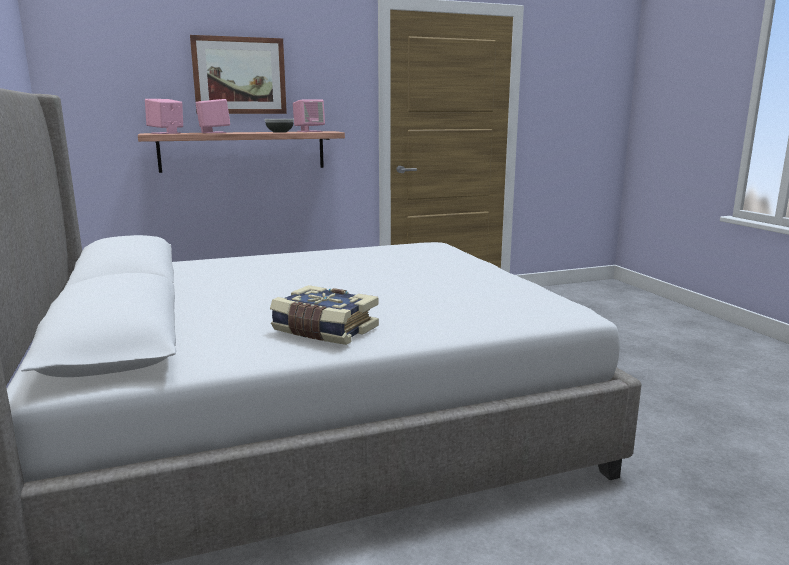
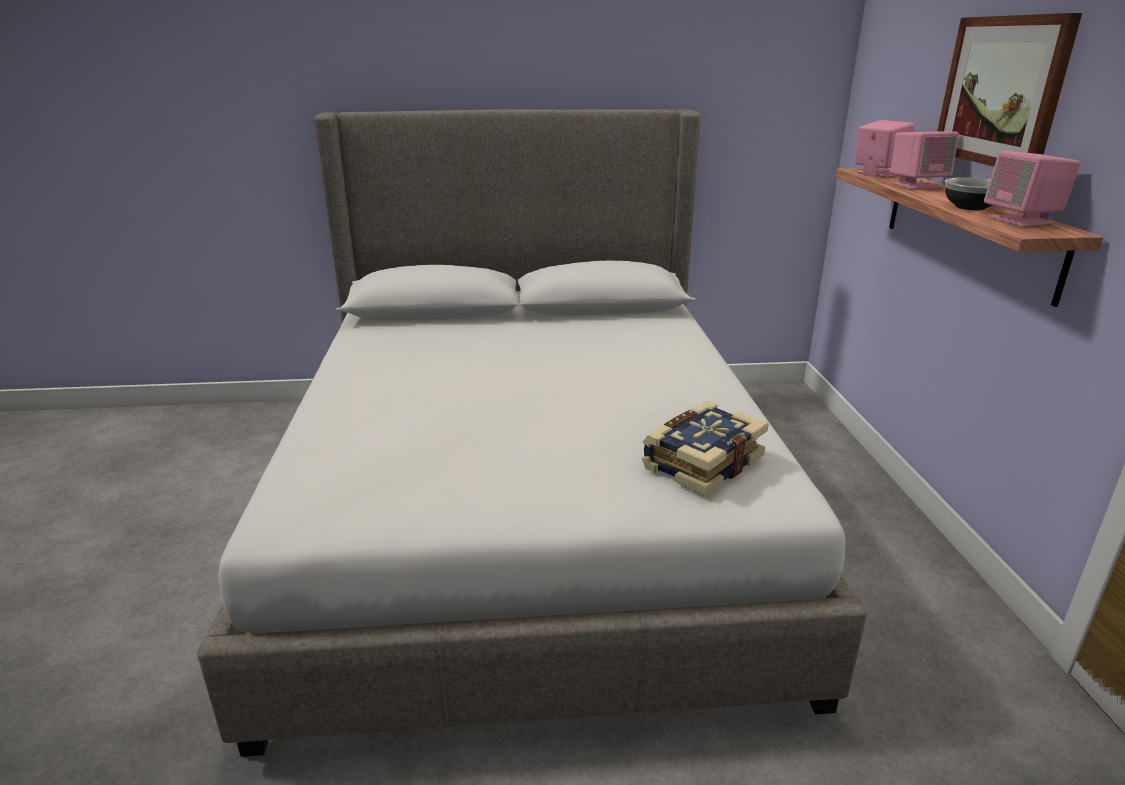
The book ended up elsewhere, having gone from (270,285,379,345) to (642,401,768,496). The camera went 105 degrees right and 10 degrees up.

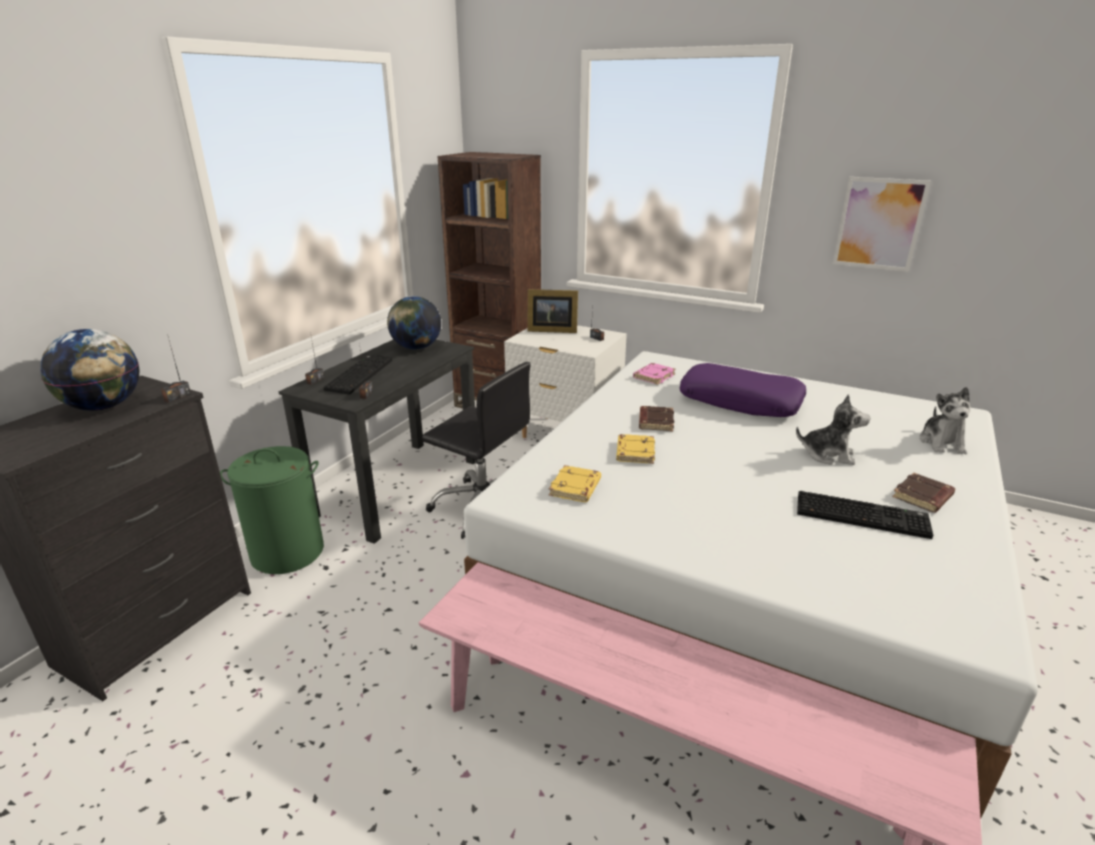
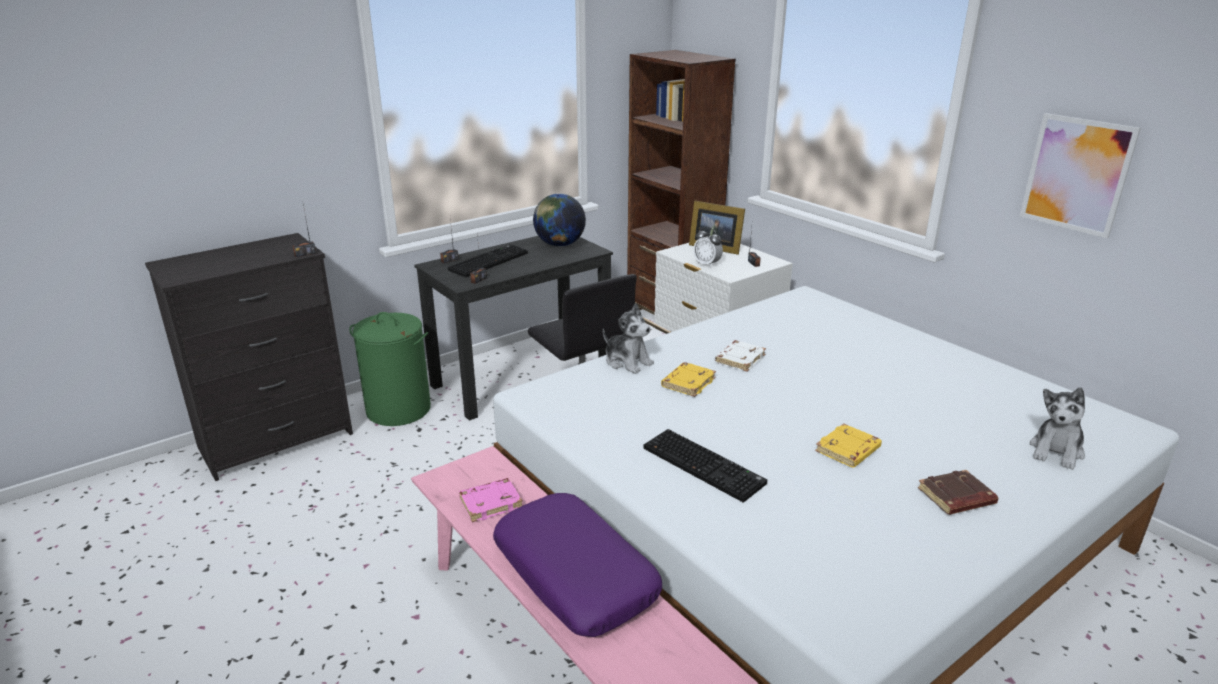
The second view lost the globe at (41,329,140,411). The pink book ended up elsewhere, having gone from (633,363,676,385) to (459,478,523,522). The purple pillow ended up elsewhere, having gone from (680,363,806,417) to (493,493,662,637). The plush toy ended up elsewhere, having gone from (796,394,871,465) to (603,303,654,374). What was the brown book at (639,406,674,431) turned into the white book at (715,340,766,371). The yellow book ended up elsewhere, having gone from (549,465,601,502) to (815,423,882,468). The keyboard ended up elsewhere, having gone from (797,491,933,539) to (644,429,767,502). The second view gained the alarm clock at (693,227,723,268). The camera went 25 degrees right and 0 degrees up.

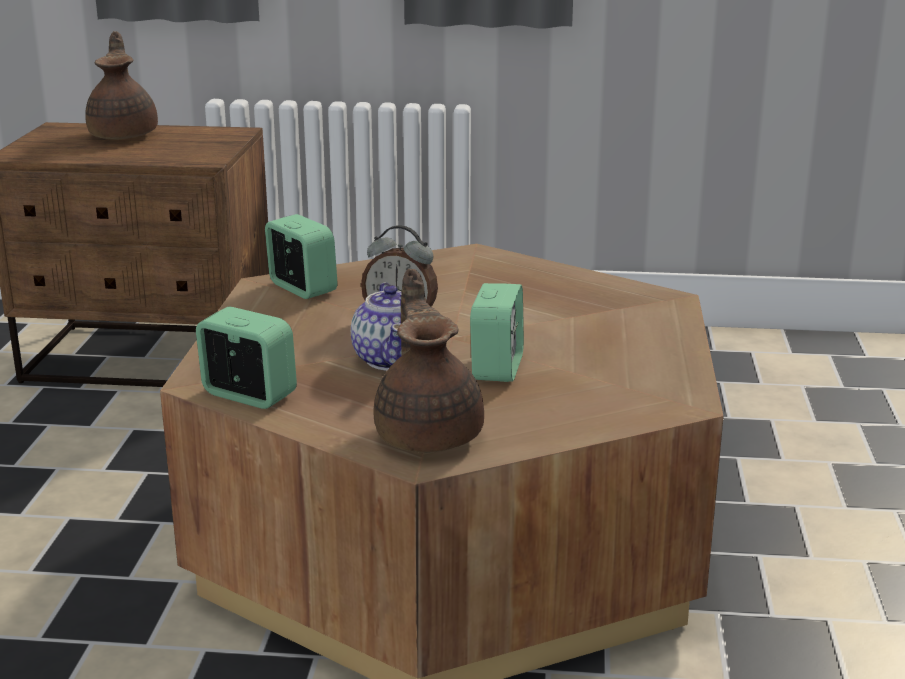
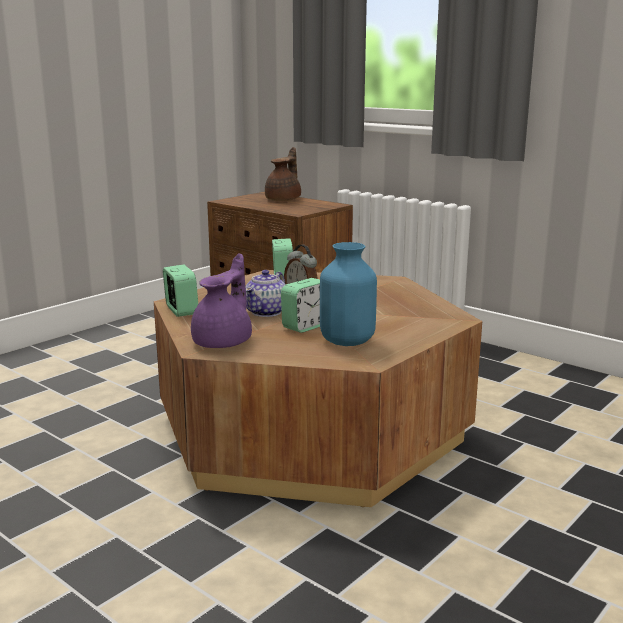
What was the brown teapot at (373,269,484,453) turned into the purple teapot at (191,253,252,348). The second view gained the blue vase at (320,242,377,346). The camera went 35 degrees right and 5 degrees down.

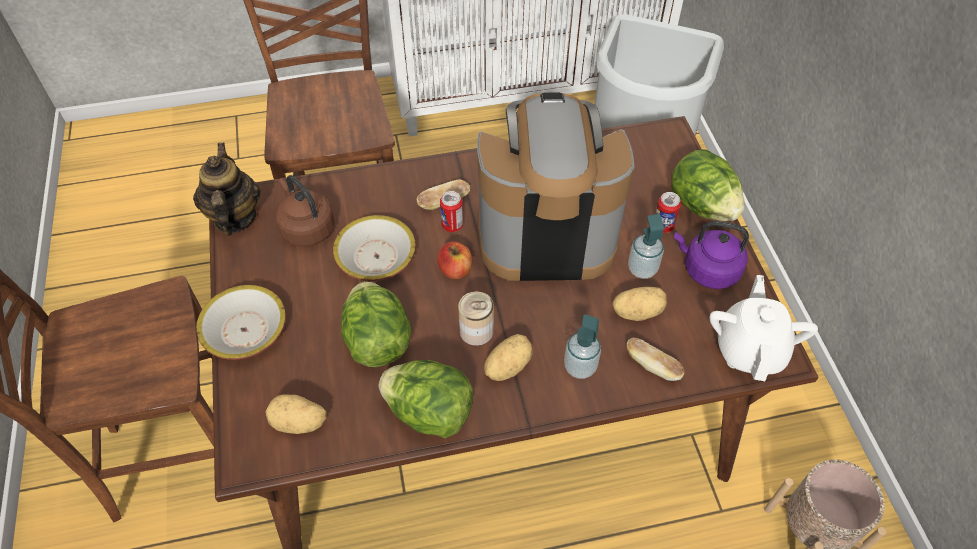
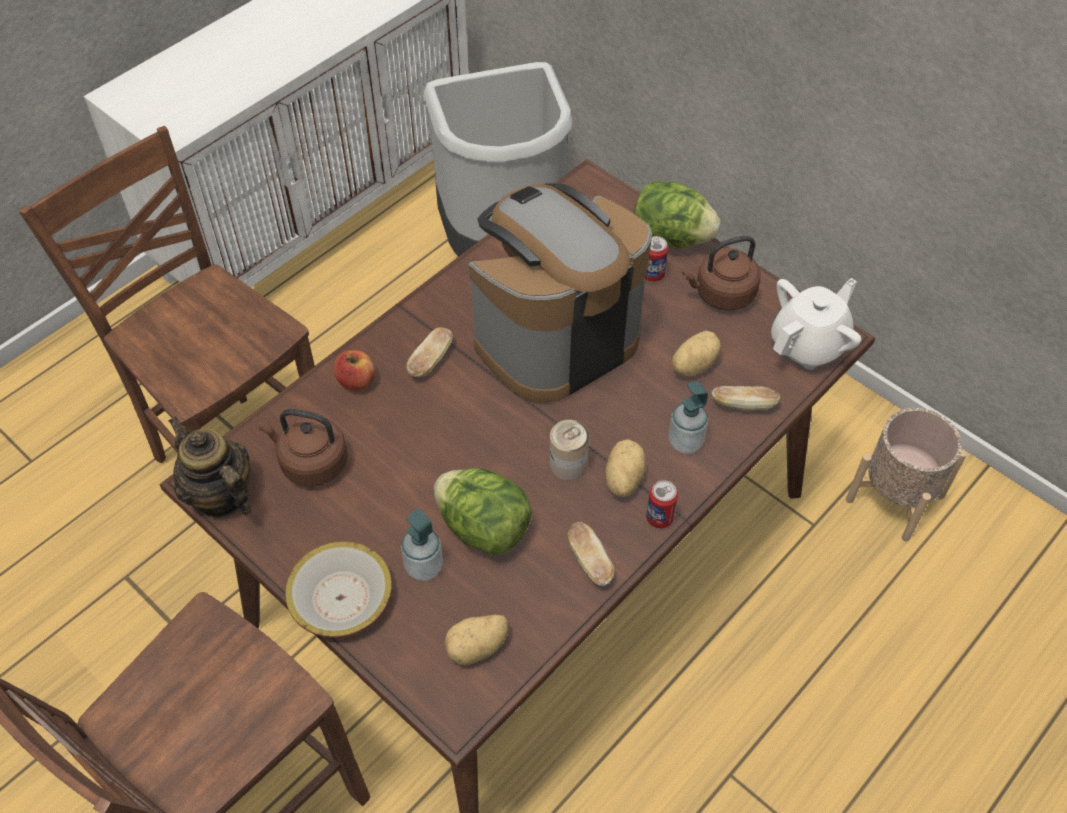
The can ended up elsewhere, having gone from (440,191,463,232) to (646,480,678,528). The soap dispenser ended up elsewhere, having gone from (628,214,664,279) to (401,508,443,581). The second view lost the bowl at (333,215,416,281). What was the purple kettle at (674,221,749,289) turned into the brown kettle at (682,236,761,311). The apple ended up elsewhere, having gone from (437,241,472,279) to (334,350,375,391). The white teapot at (710,275,818,381) ended up facing another way, 75 degrees clockwise from before. Where the lettuce stood at (379,360,473,438), the bread came to stand at (568,522,614,586). The camera went 35 degrees left and 0 degrees up.

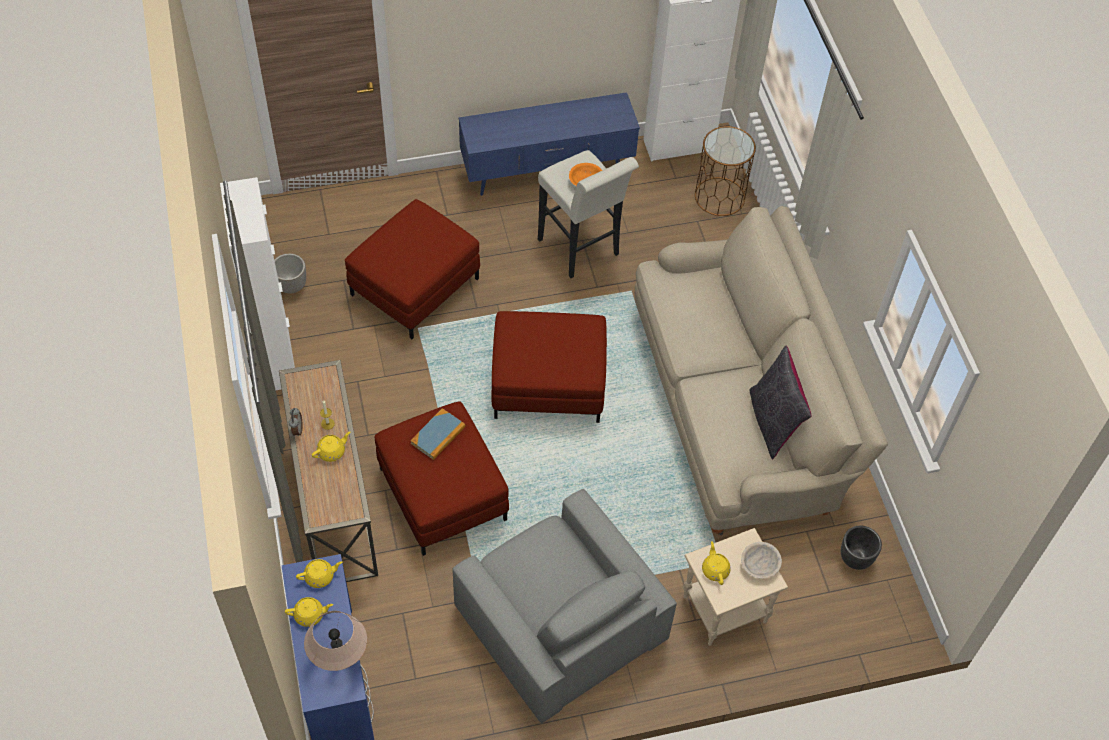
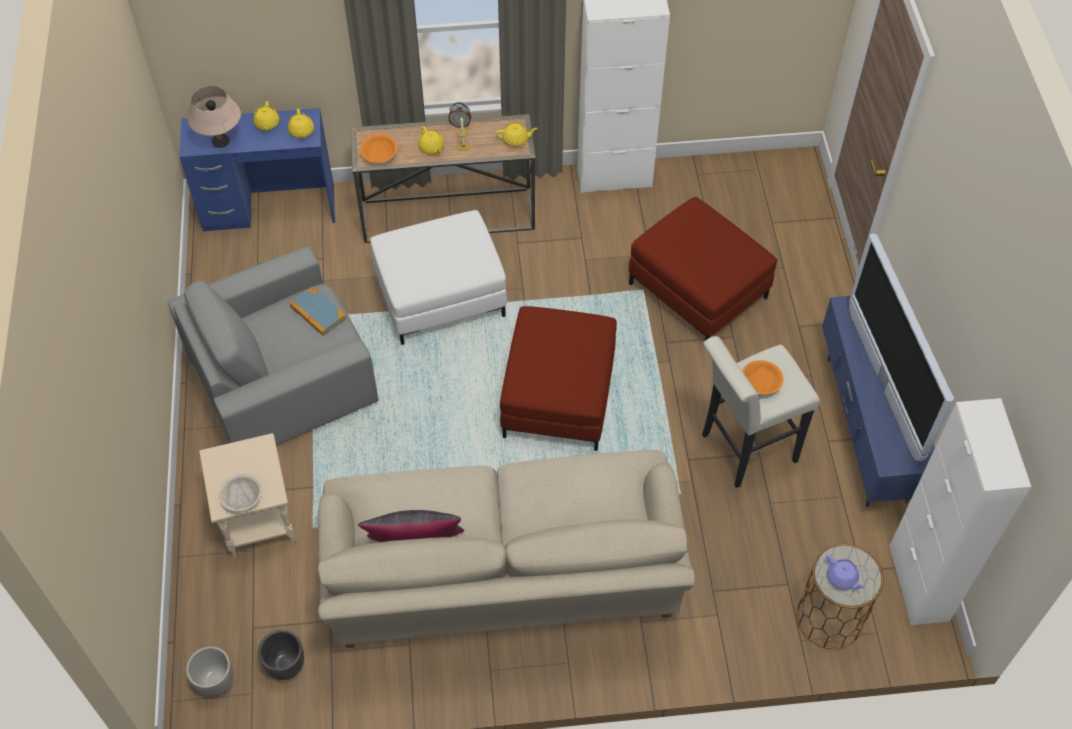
The planter ended up elsewhere, having gone from (274,254,306,293) to (186,646,233,697). What was the red ottoman at (375,402,509,556) turned into the white ottoman at (370,210,507,345). The book ended up elsewhere, having gone from (410,408,466,460) to (290,286,347,336). The yellow teapot ended up elsewhere, having gone from (702,541,731,585) to (496,122,538,147). The second view gained the orange bowl at (360,134,398,163). The second view gained the television at (849,234,954,461). The second view gained the purple teapot at (826,555,866,590). The camera went 100 degrees right and 0 degrees up.

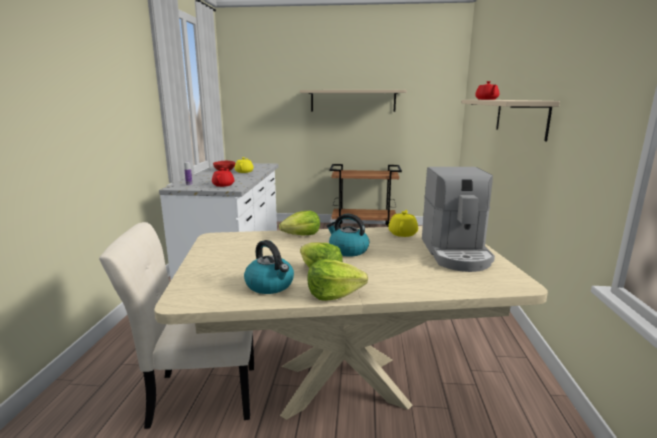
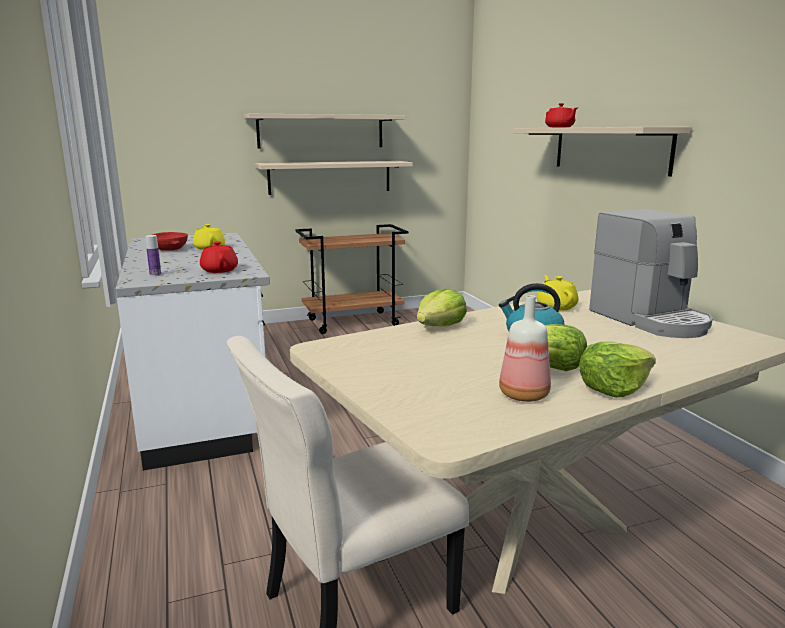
Where the kettle stood at (244,240,294,294), the bottle came to stand at (499,295,551,402). The second view gained the beige shelf at (255,161,413,195). The camera went 25 degrees left and 0 degrees up.

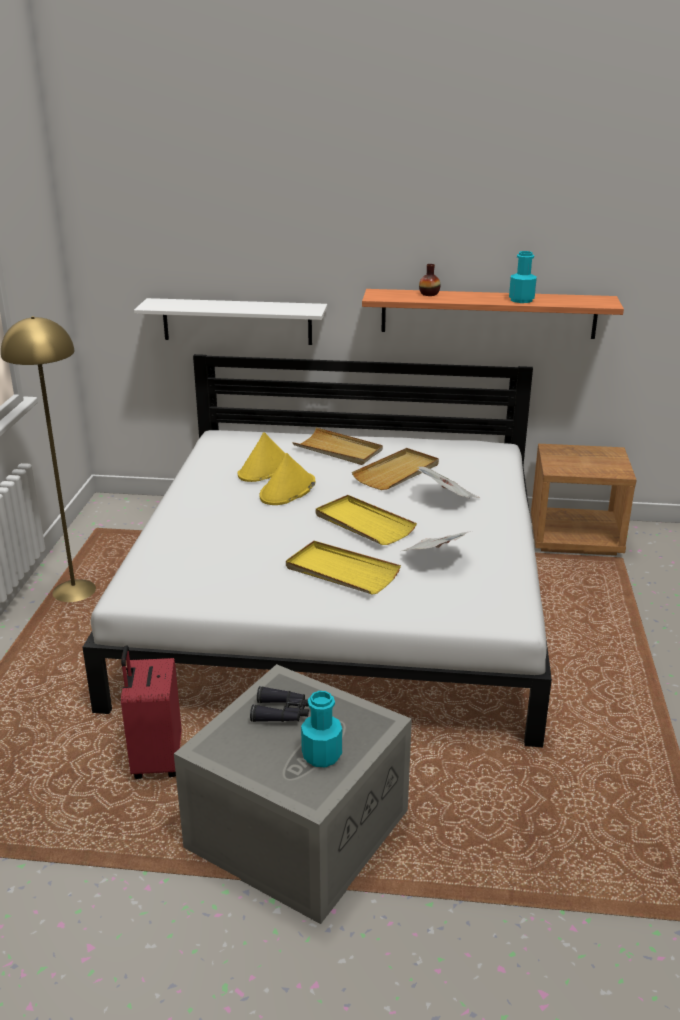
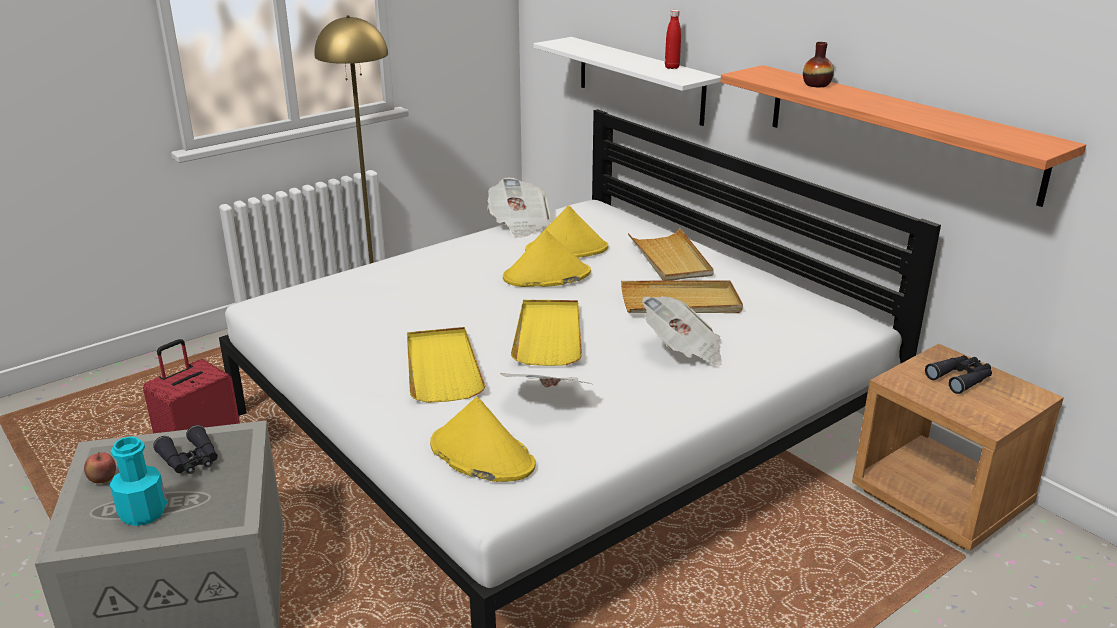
The second view lost the turquoise bottle at (509,251,537,303). The second view gained the red bottle at (665,10,681,69). The second view gained the newspaper at (487,177,550,238). The second view gained the black binoculars at (925,355,992,394). The second view gained the yellow hat at (430,397,536,482). The second view gained the apple at (84,452,116,483). The camera went 45 degrees right and 0 degrees up.

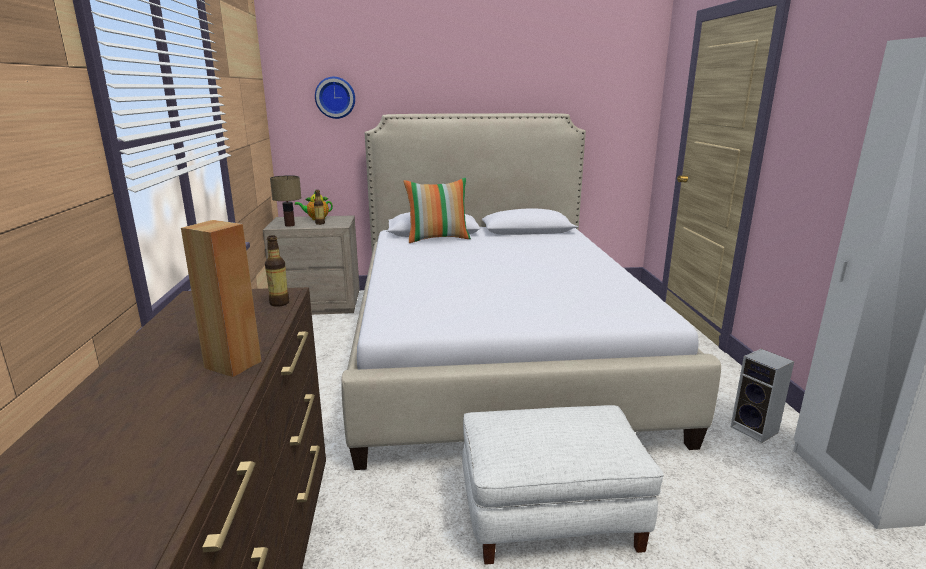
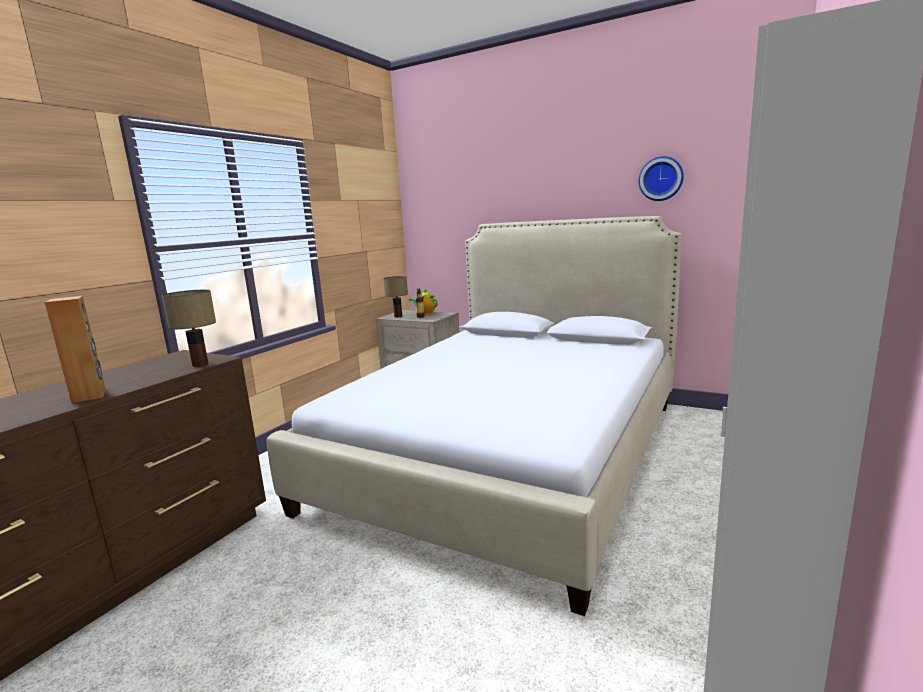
The wall clock ended up elsewhere, having gone from (315,77,355,119) to (639,156,684,201). The second view lost the pillow at (404,178,471,243). Where the bottle stood at (265,235,290,307), the table lamp came to stand at (162,289,216,367). The second view lost the speaker at (731,349,794,443). The second view lost the white ottoman at (462,405,664,565). The camera went 35 degrees right and 5 degrees down.

